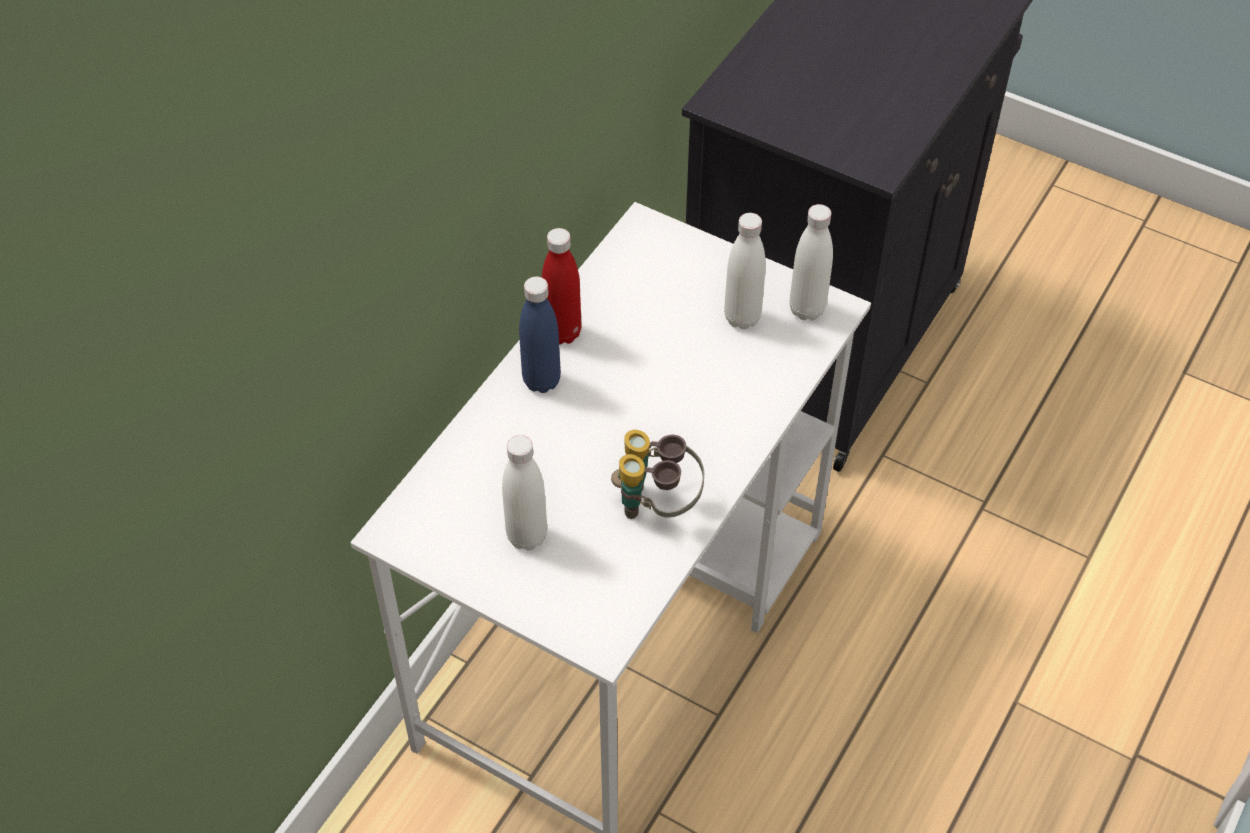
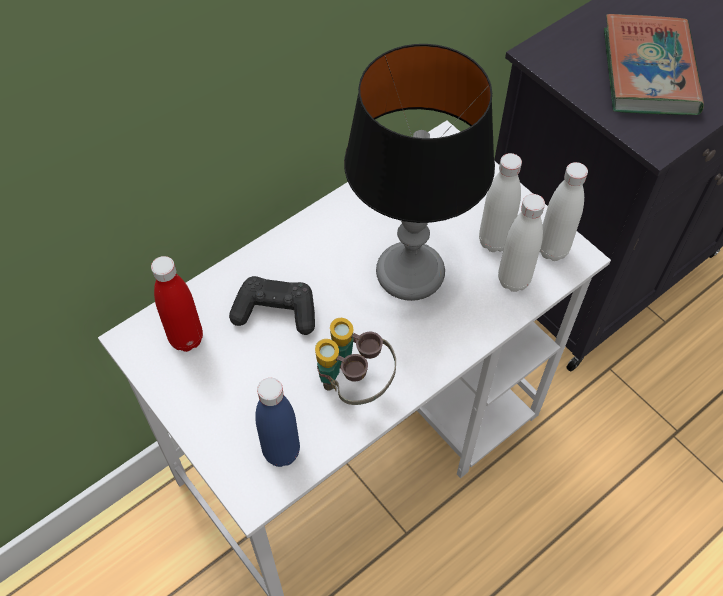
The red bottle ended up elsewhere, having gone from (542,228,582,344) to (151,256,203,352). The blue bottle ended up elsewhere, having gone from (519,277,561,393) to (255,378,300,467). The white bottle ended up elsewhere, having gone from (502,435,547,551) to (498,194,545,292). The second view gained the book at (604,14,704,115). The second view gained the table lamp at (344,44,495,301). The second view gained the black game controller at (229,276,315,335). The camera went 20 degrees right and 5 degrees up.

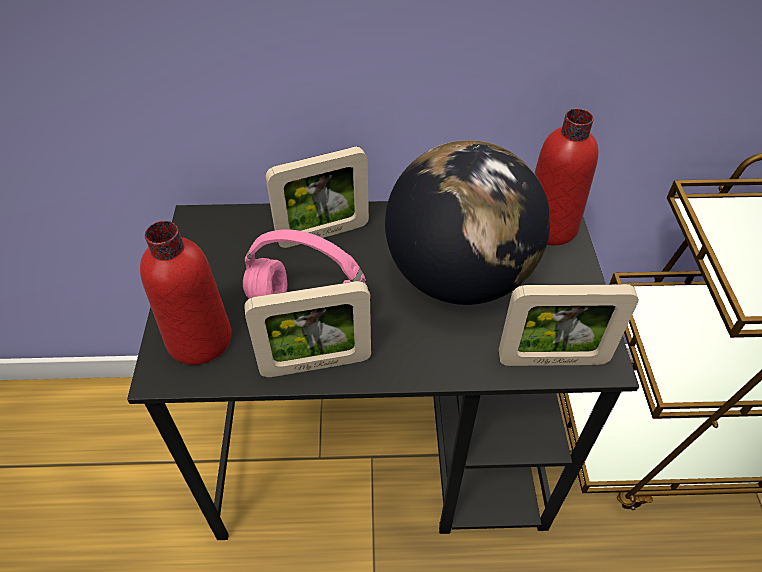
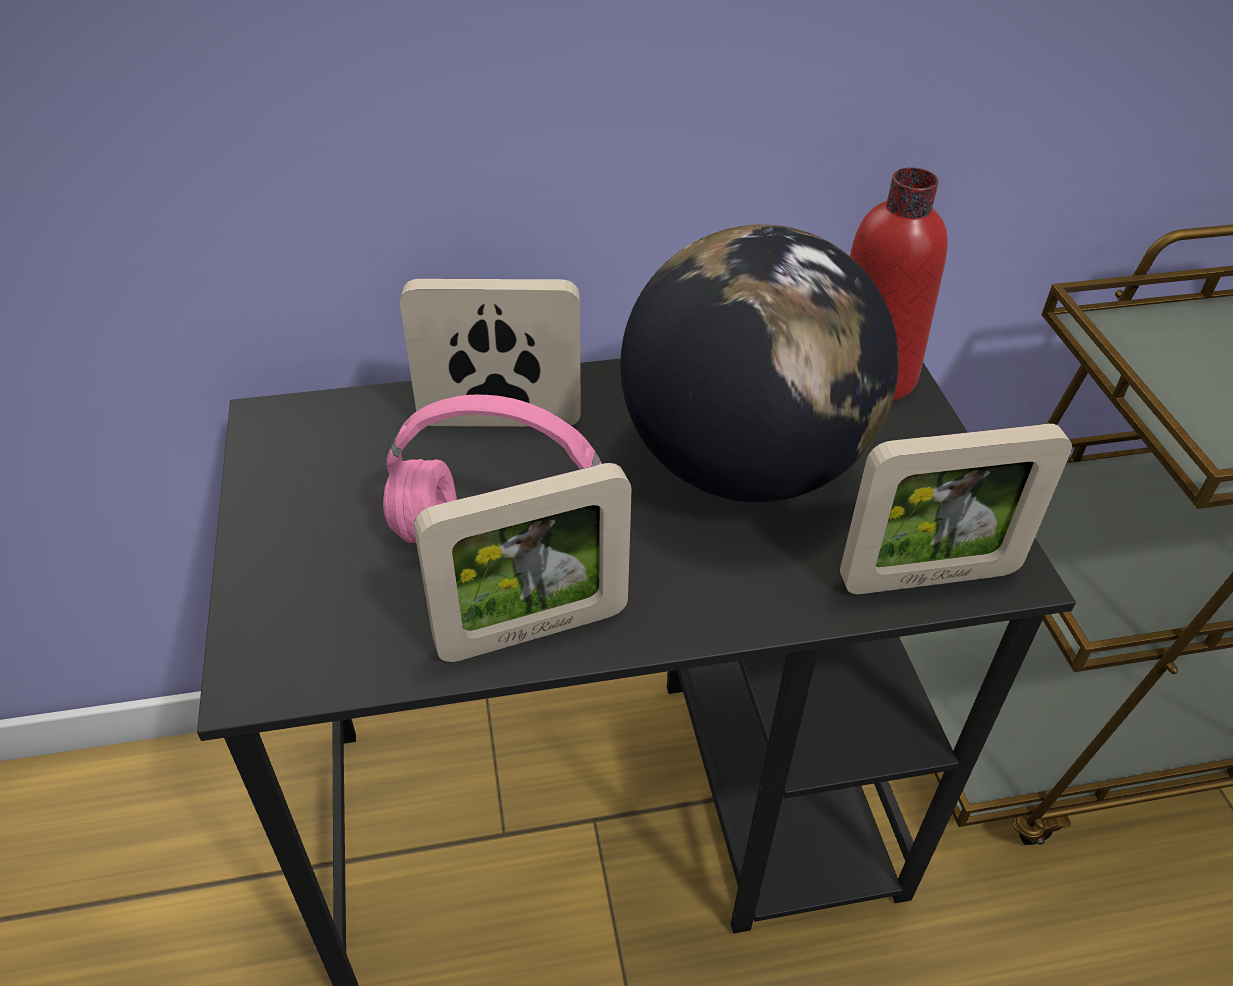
The picture frame at (265,147,369,248) ended up facing another way, 150 degrees counterclockwise from before. The second view lost the red bottle at (140,221,232,365). The camera went 10 degrees left and 5 degrees down.

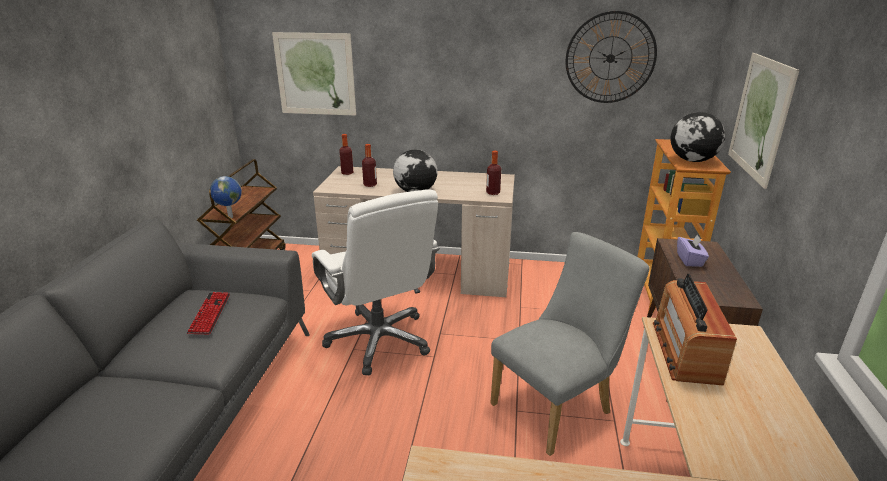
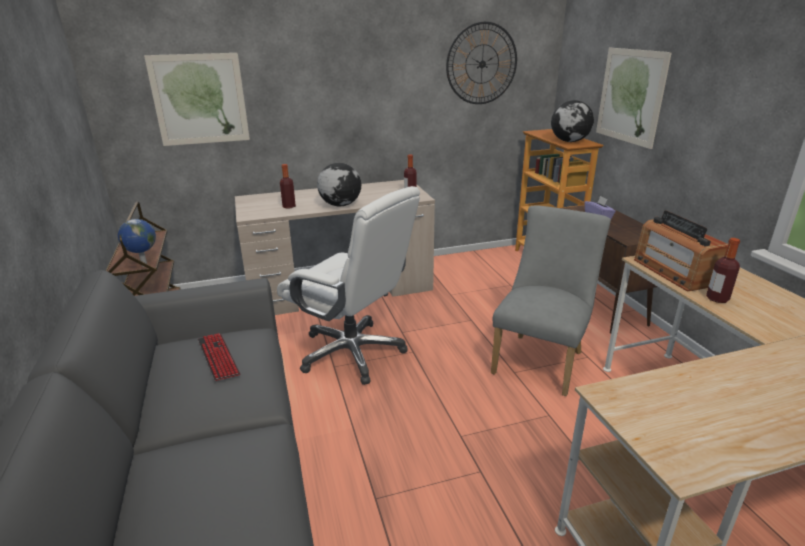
The bottle ended up elsewhere, having gone from (339,134,353,175) to (706,238,740,303). The camera went 25 degrees left and 0 degrees up.

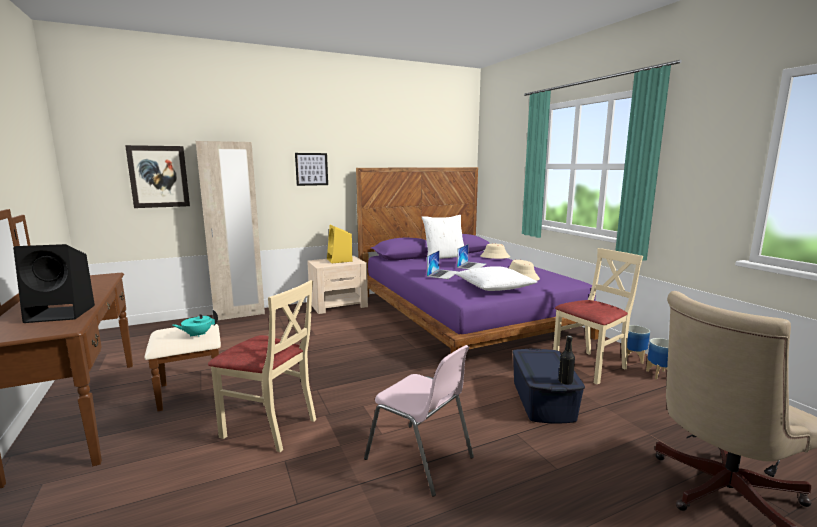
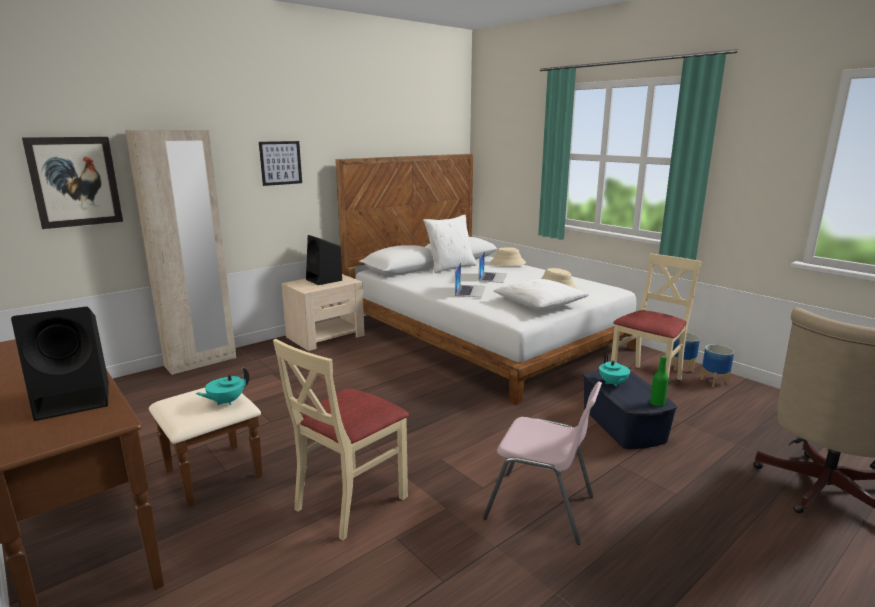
What was the purple bed at (356,167,599,353) turned into the white bed at (336,154,636,405). What was the yellow speaker at (327,225,353,263) turned into the black speaker at (306,235,342,285). The beige chair at (208,280,316,452) ended up facing another way, 120 degrees clockwise from before. What was the black bottle at (559,335,575,384) turned into the green bottle at (650,355,669,407). The second view gained the turquoise teapot at (599,353,630,387). The camera went 15 degrees left and 5 degrees up.

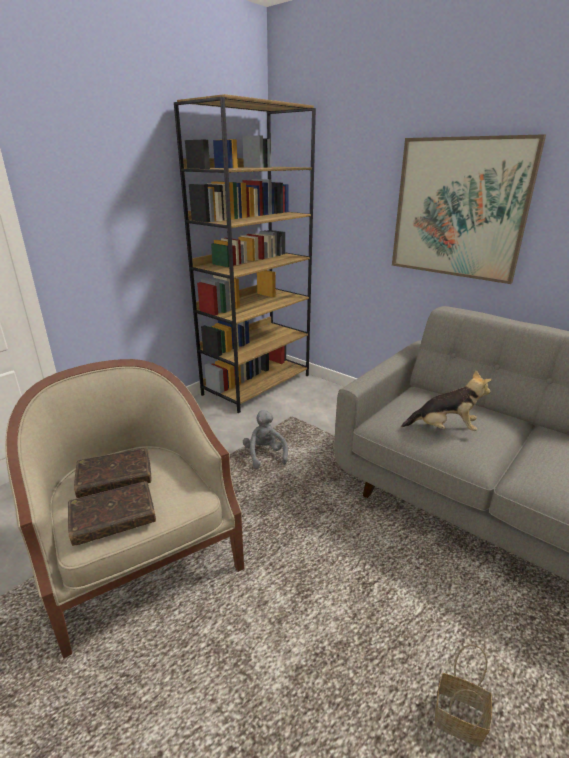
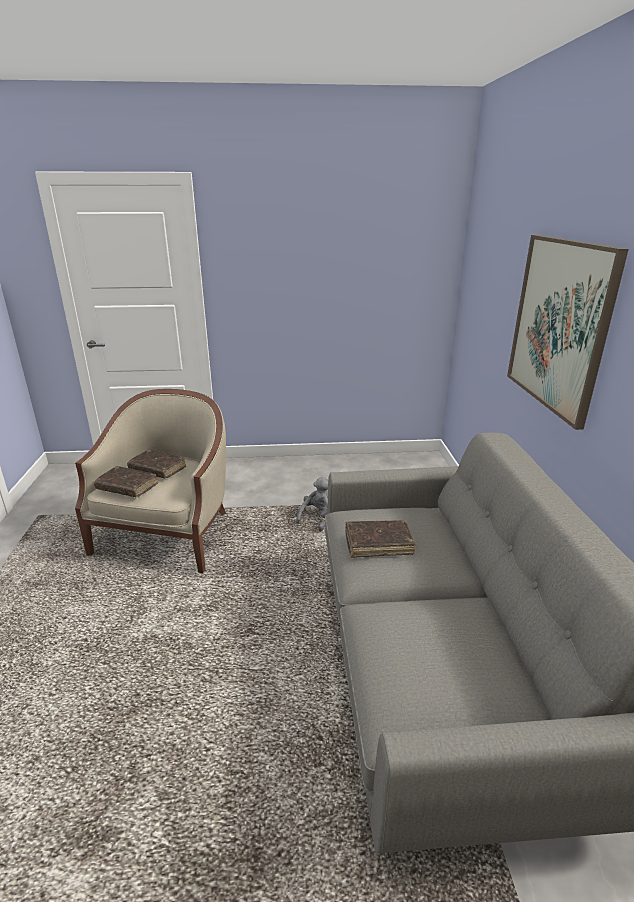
The second view lost the brown bookcase at (174,94,316,413). Where the plush toy stood at (401,370,492,431), the brown book came to stand at (345,520,416,558). The second view lost the basket at (434,644,492,747). The camera went 45 degrees right and 0 degrees up.

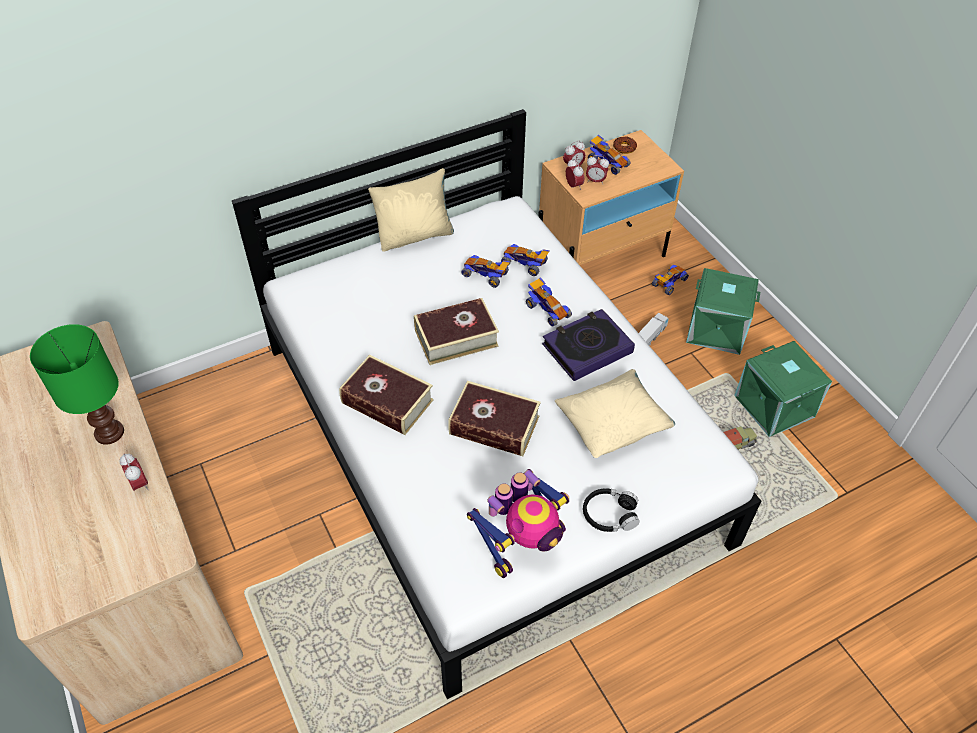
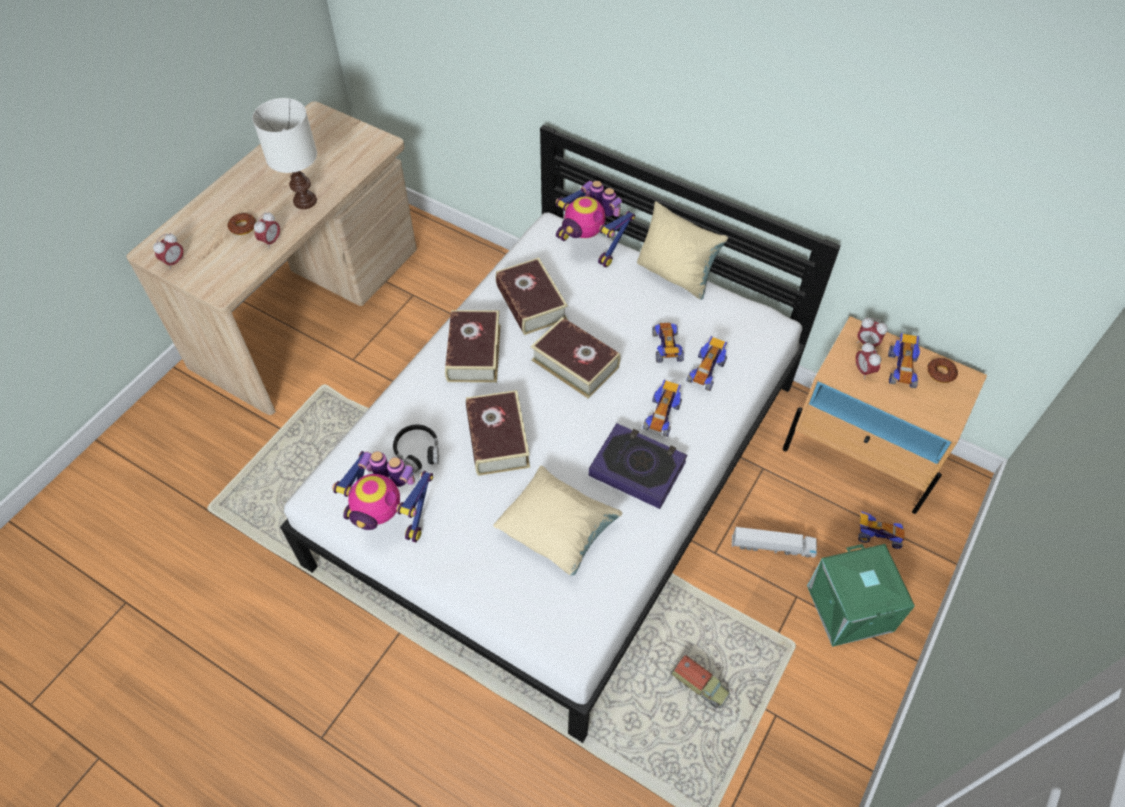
The alarm clock ended up elsewhere, having gone from (566,159,584,190) to (153,233,185,270). The toy car at (501,244,550,276) ended up facing another way, 150 degrees counterclockwise from before. What was the green table lamp at (30,324,124,445) turned into the white table lamp at (252,98,317,209). The second view lost the green storage box at (734,341,832,437). The black headphones ended up elsewhere, having gone from (583,488,640,532) to (393,425,439,473). The second view gained the toy robot at (556,180,635,267). The second view gained the donut at (227,213,256,235). The second view gained the book at (496,258,568,335). The camera went 60 degrees right and 5 degrees up.

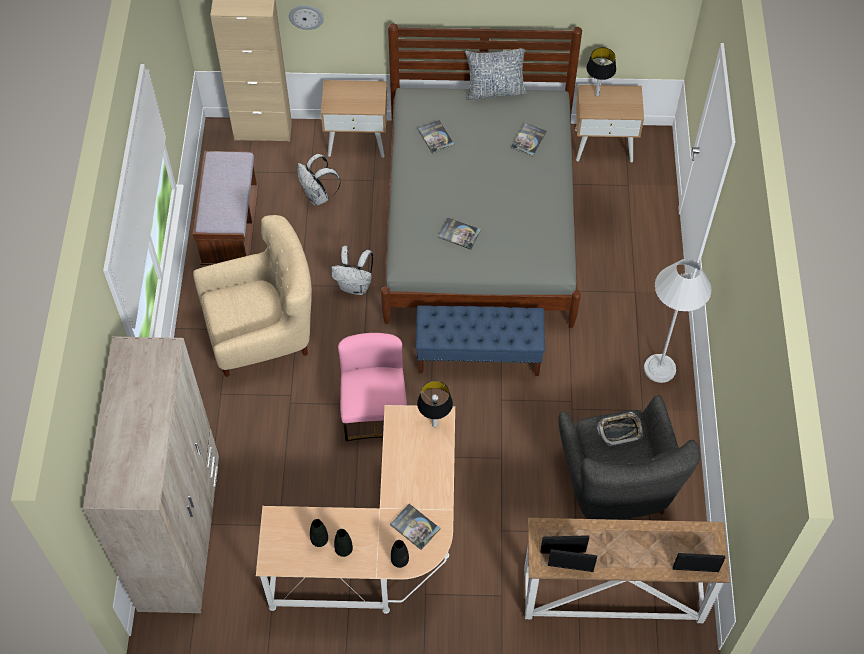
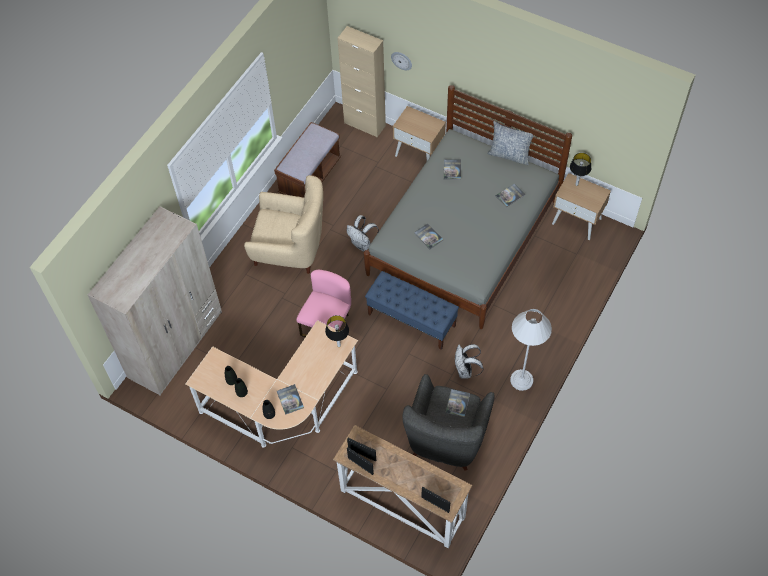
The white backpack ended up elsewhere, having gone from (297,154,341,206) to (455,344,483,379). Where the tray stood at (597,412,643,446), the book came to stand at (445,389,470,417). The camera went 30 degrees right and 0 degrees up.

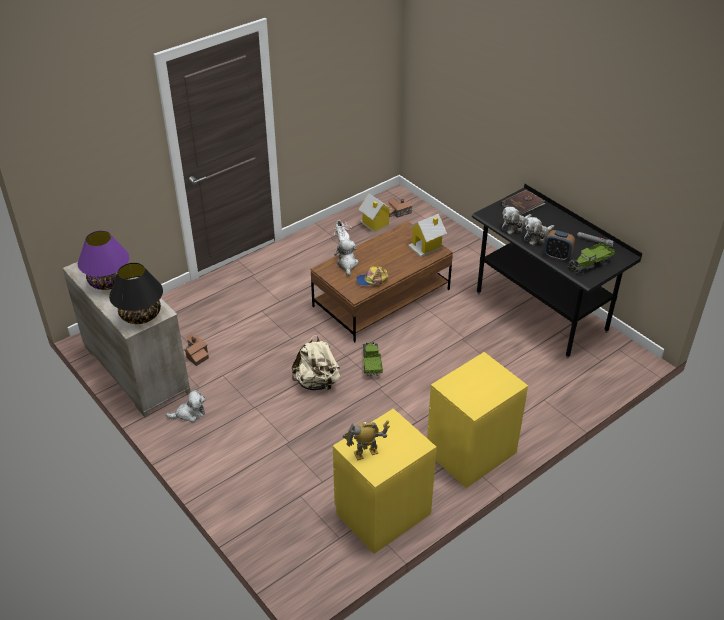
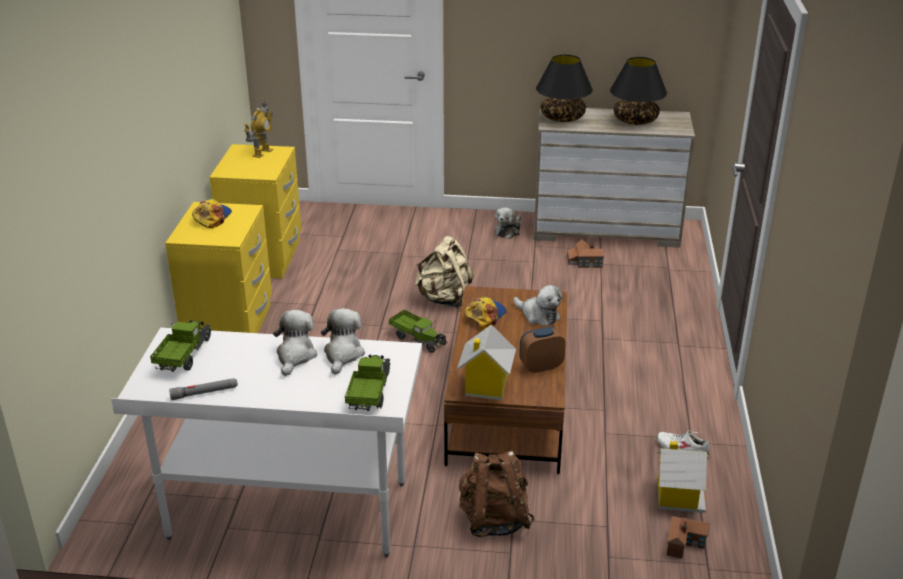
What was the black desk at (472,184,643,358) turned into the white desk at (111,328,423,557). Where the brown book stood at (501,190,545,215), the toy truck came to stand at (345,355,391,411). The alarm clock ended up elsewhere, having gone from (544,230,575,261) to (519,327,566,373). What was the purple table lamp at (78,231,129,290) turned into the black table lamp at (610,57,667,125). The second view gained the cap at (192,199,232,228). The second view gained the brown backpack at (459,450,535,537). The camera went 135 degrees right and 10 degrees down.

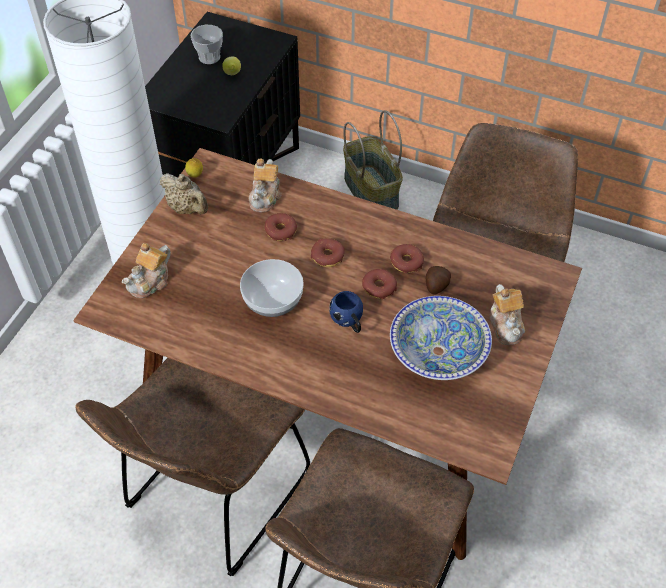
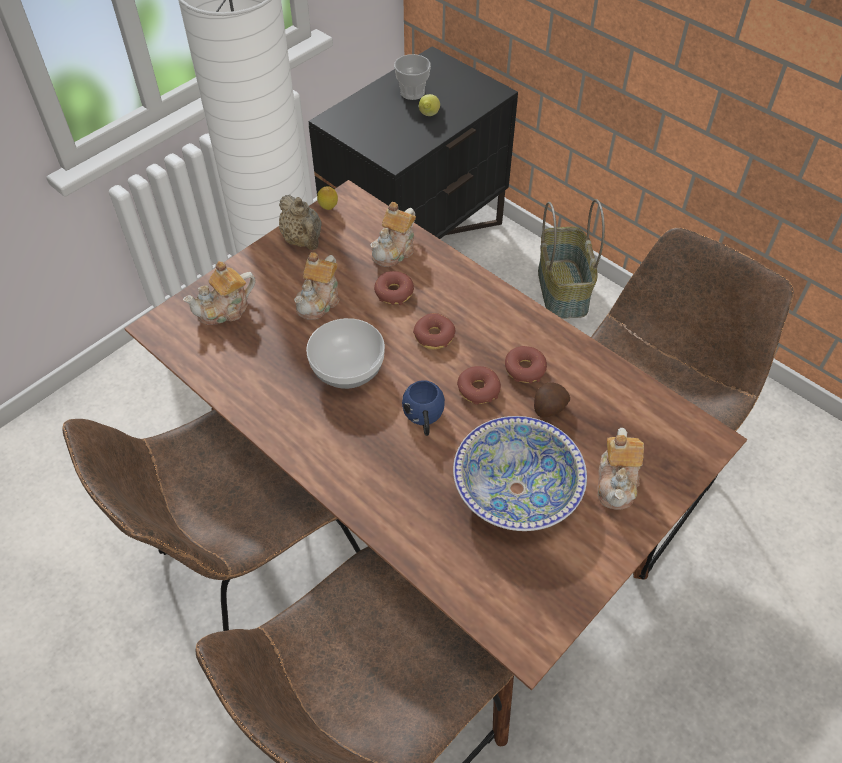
The second view gained the teapot at (294,252,340,320). The camera went 20 degrees right and 0 degrees up.

